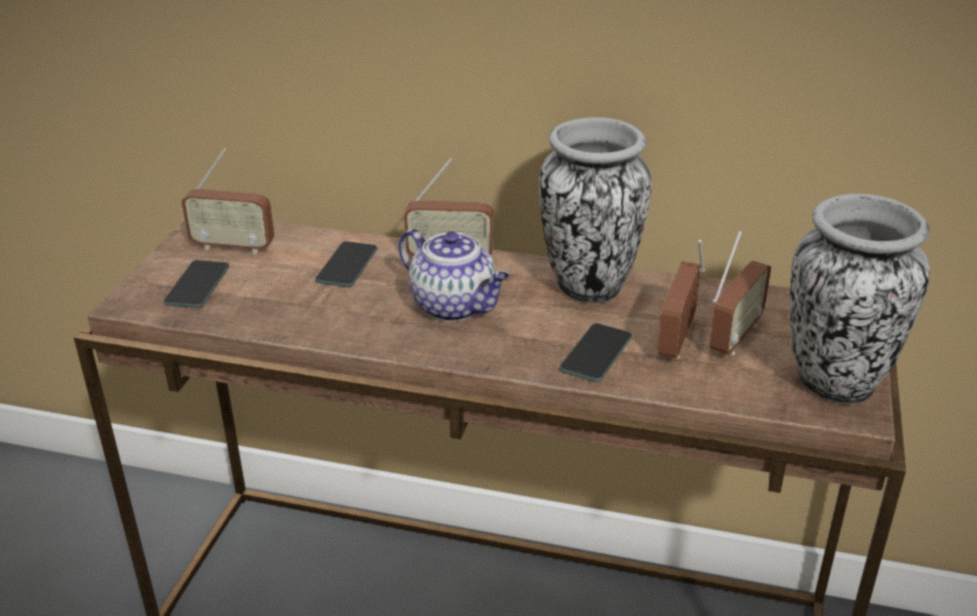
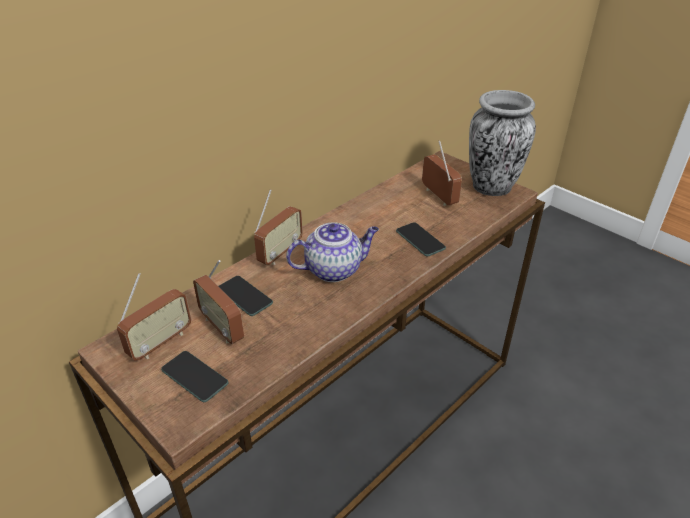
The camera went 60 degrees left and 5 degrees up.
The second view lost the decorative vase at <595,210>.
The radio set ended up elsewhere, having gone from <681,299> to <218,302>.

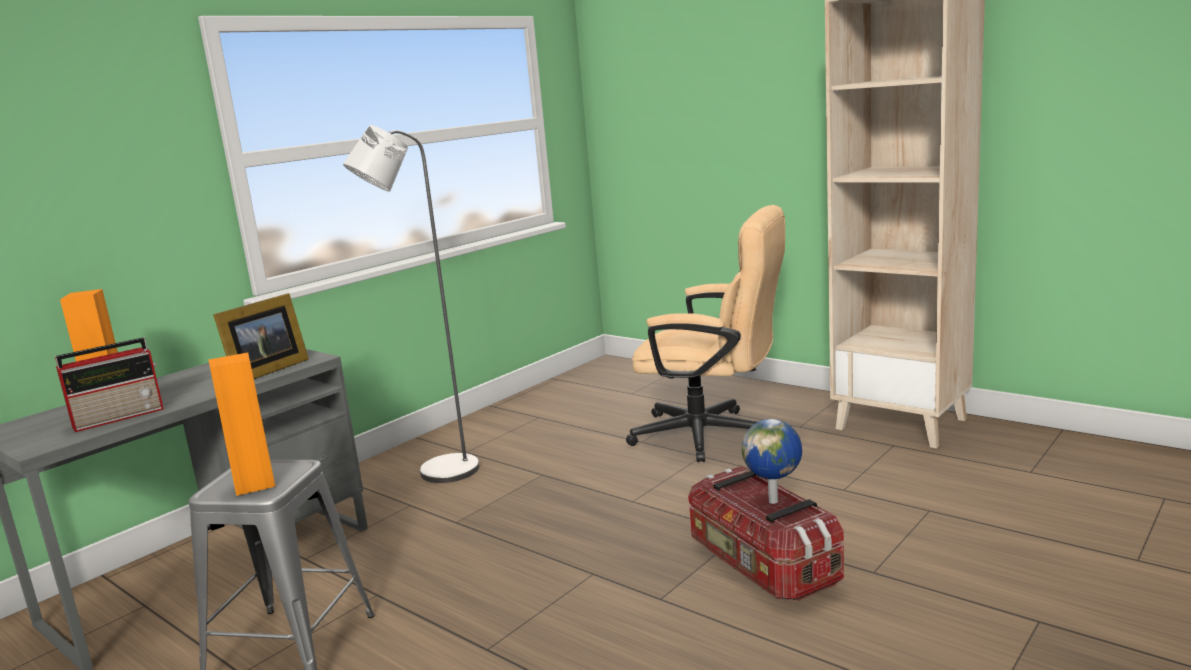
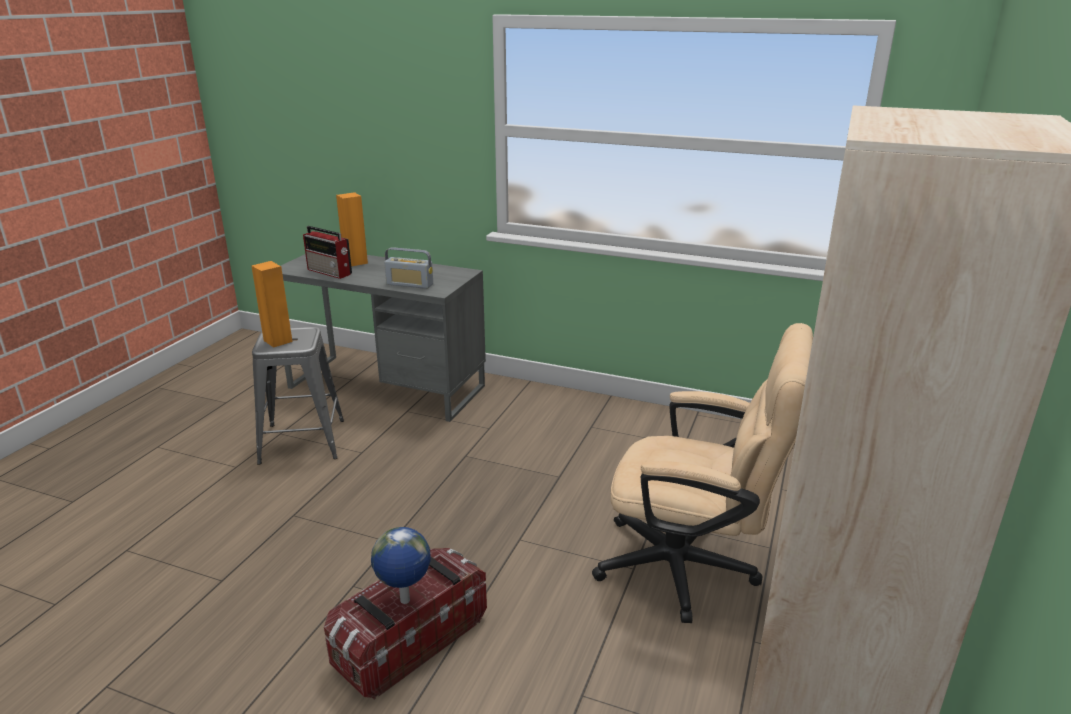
The camera went 70 degrees right and 10 degrees up.
The second view lost the greyish standing lamp at <411,304>.
Where the standing frame stood at <261,336>, the radio set came to stand at <408,268>.
The beige-coloured desk chair at <705,333> ended up facing another way, 75 degrees counterclockwise from before.

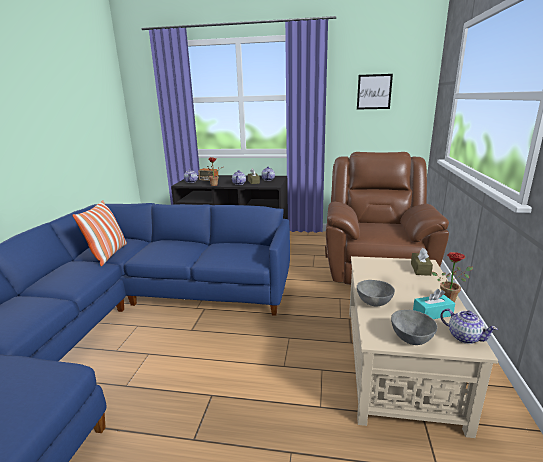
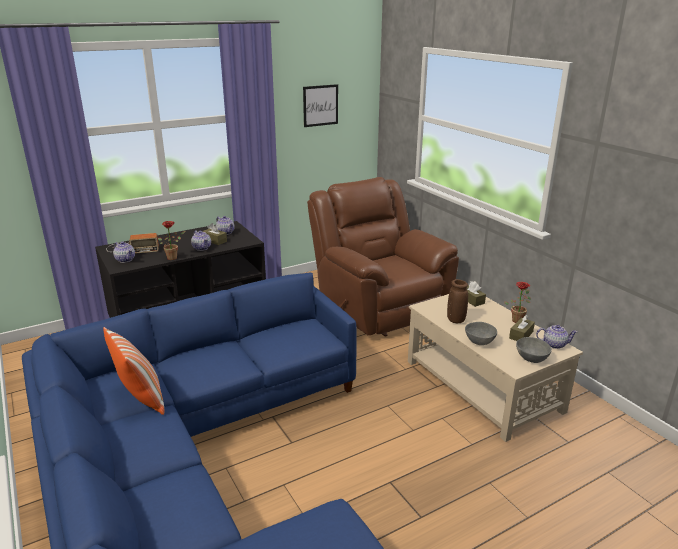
The camera went 40 degrees left and 5 degrees up.
The second view gained the brown decorative vase at <457,301>.
What was the blue-green tissue box at <434,304> turned into the brown tissue box at <522,328>.

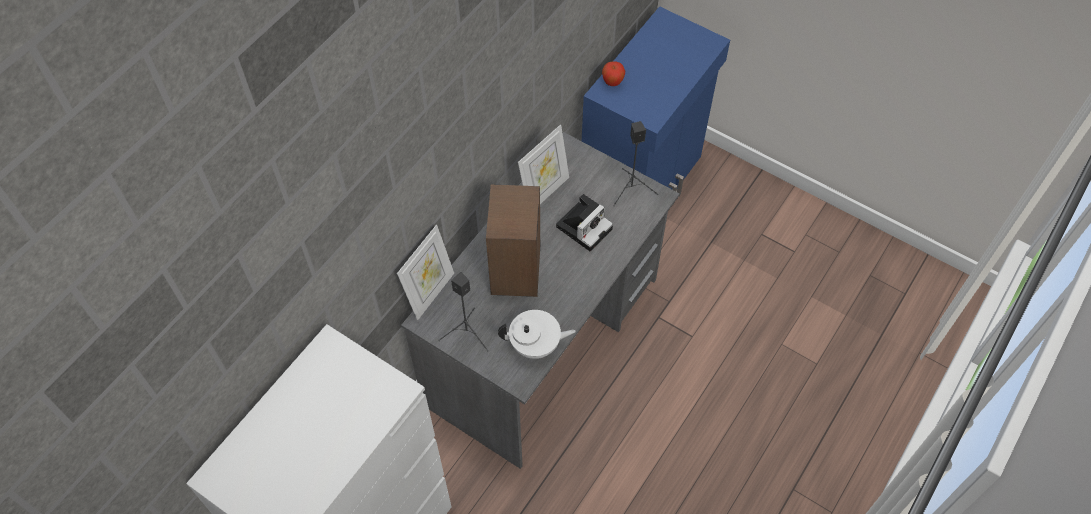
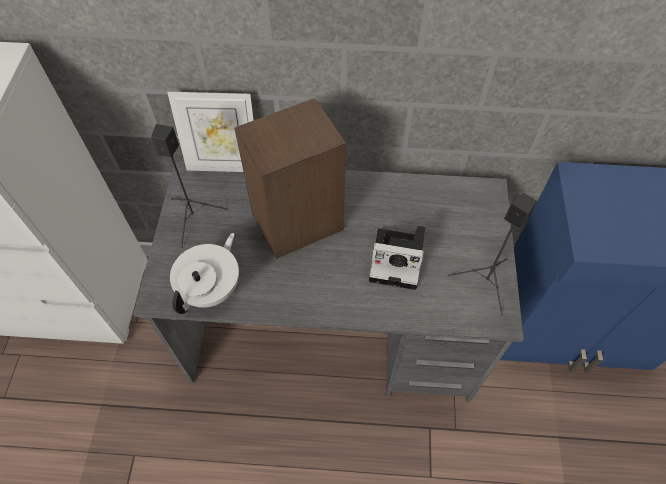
The camera went 60 degrees right and 0 degrees up.
The second view lost the standing frame at <543,164>.
The second view lost the whole apple at <613,73>.
The whitish teapot at <537,334> ended up facing another way, 120 degrees counterclockwise from before.

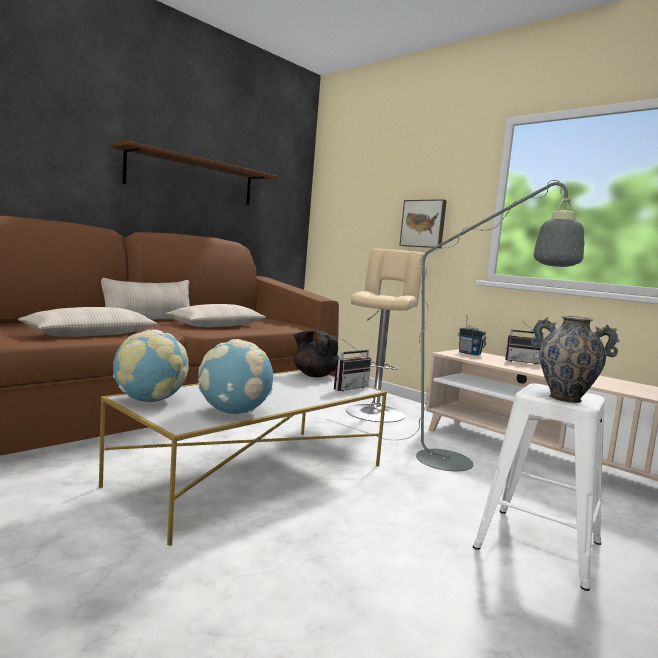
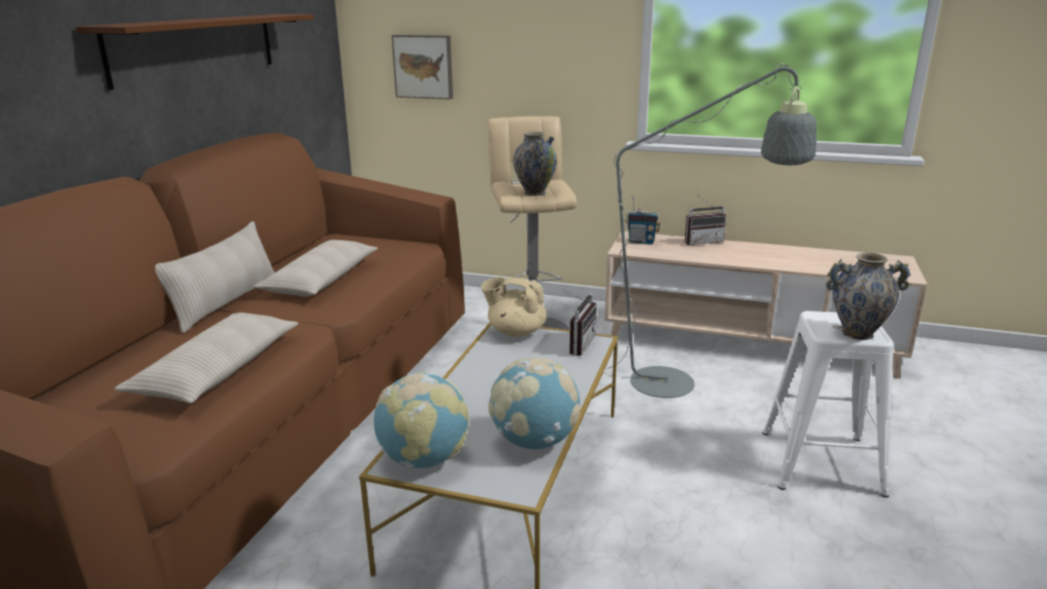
The camera went 25 degrees left and 15 degrees up.
The second view gained the decorative vase at <535,164>.
The wall art ended up elsewhere, having gone from <423,223> to <422,67>.
What was the blackish teapot at <316,353> turned into the beige-coloured teapot at <514,307>.

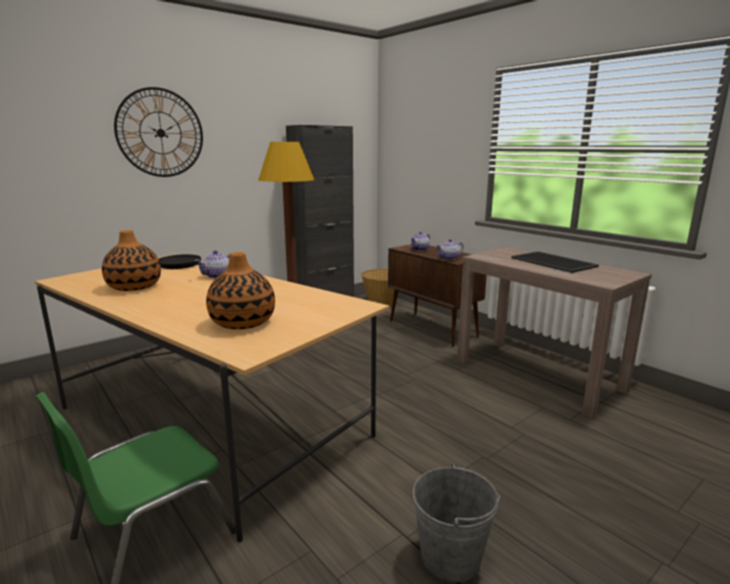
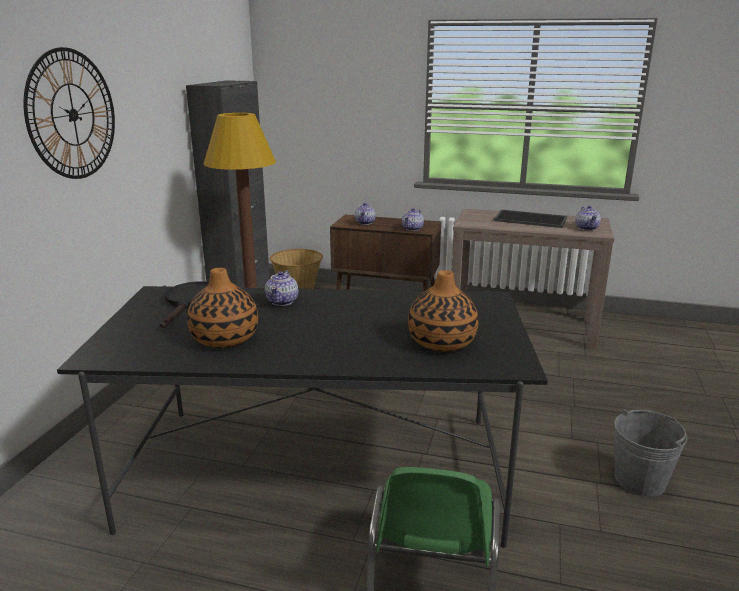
The camera went 35 degrees left and 5 degrees up.
The second view gained the teapot at <588,218>.
What was the beige-coloured dinner table at <211,398> turned into the blackish dinner table at <302,416>.

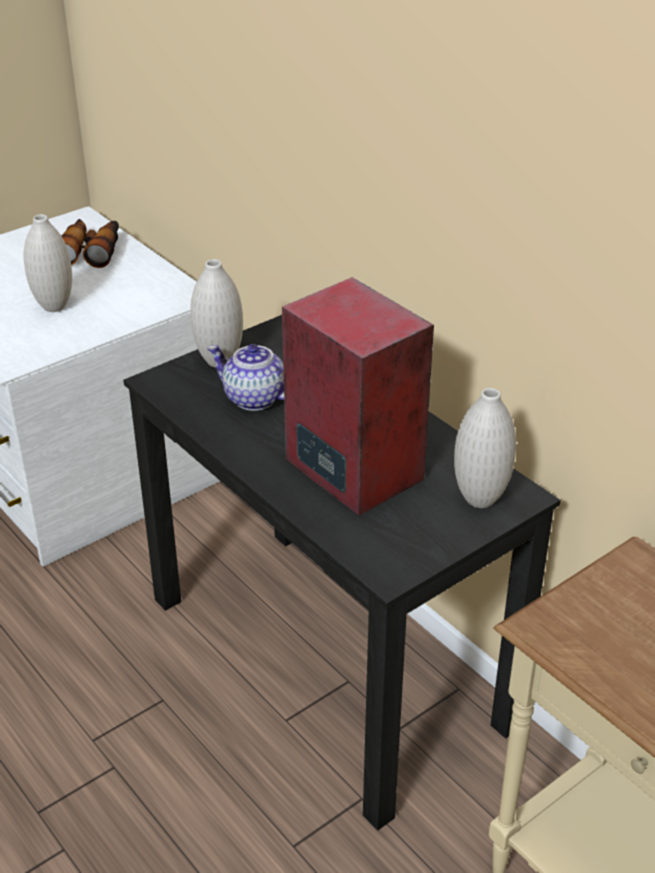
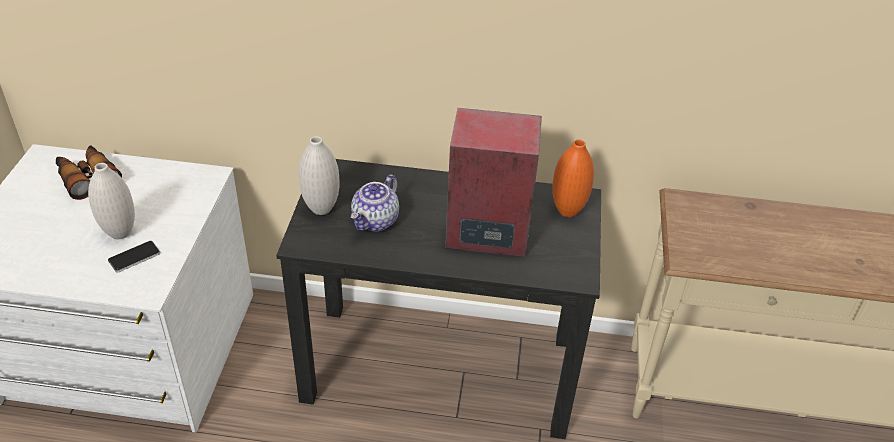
The camera went 45 degrees left and 5 degrees up.
The second view gained the handset at <134,256>.
What was the whitish decorative vase at <485,448> turned into the orange decorative vase at <573,178>.
The teapot at <245,377> ended up facing another way, 45 degrees counterclockwise from before.

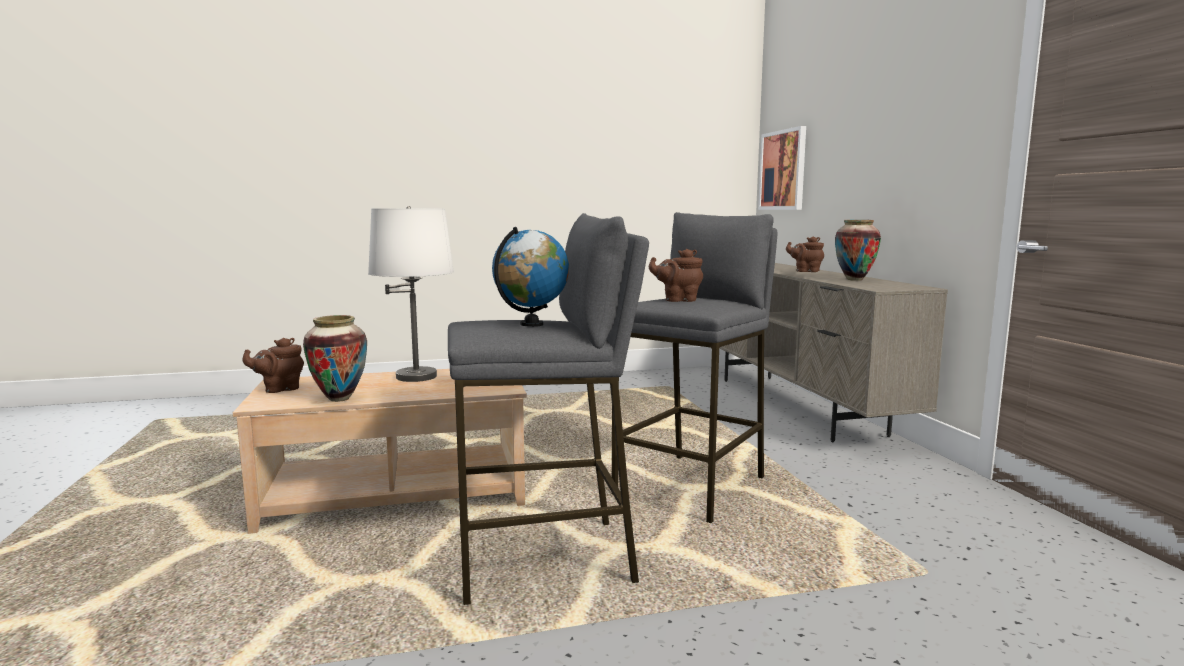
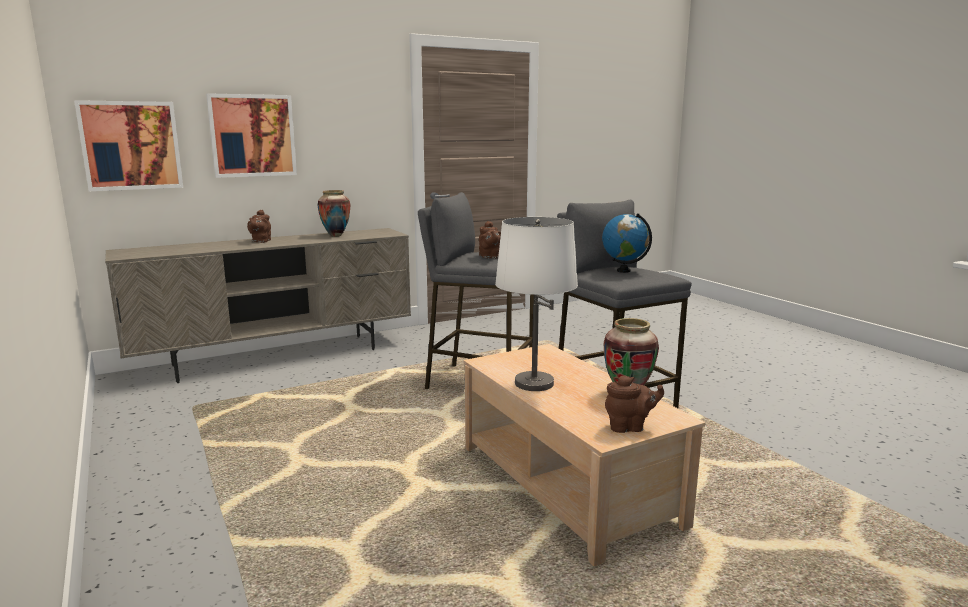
The camera went 105 degrees left and 5 degrees up.
The second view gained the wall art at <251,135>.
The brown teapot at <273,365> ended up facing another way, 45 degrees counterclockwise from before.

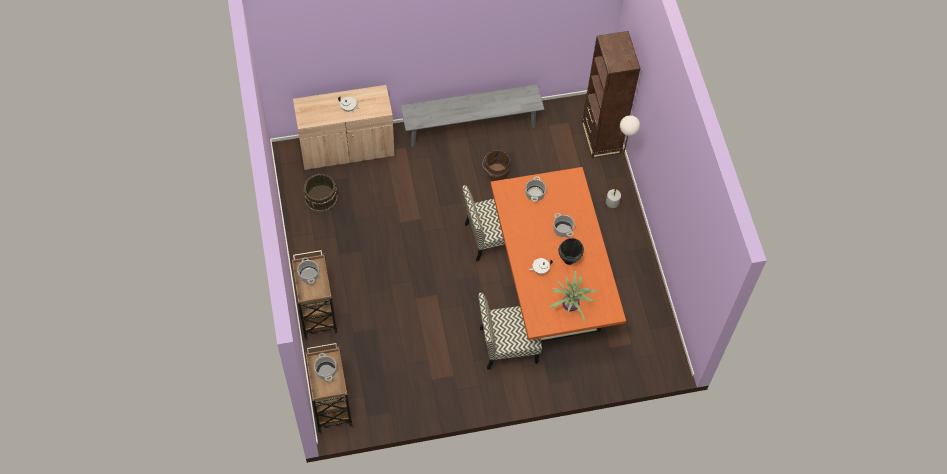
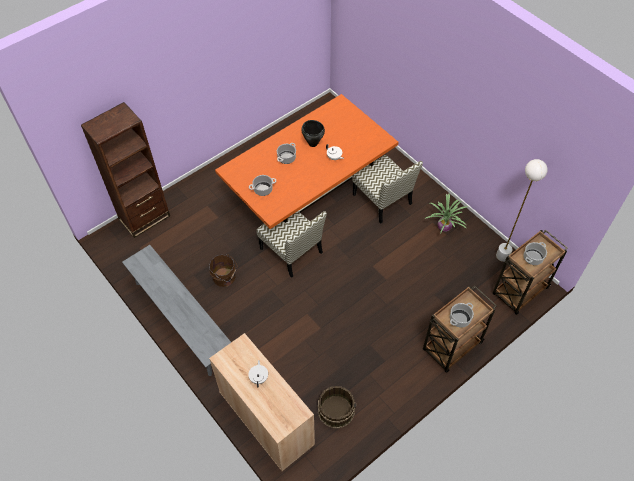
The camera went 115 degrees left and 5 degrees down.
The houseplant ended up elsewhere, having gone from <573,296> to <447,214>.
The whitish standing lamp ended up elsewhere, having gone from <623,161> to <521,210>.

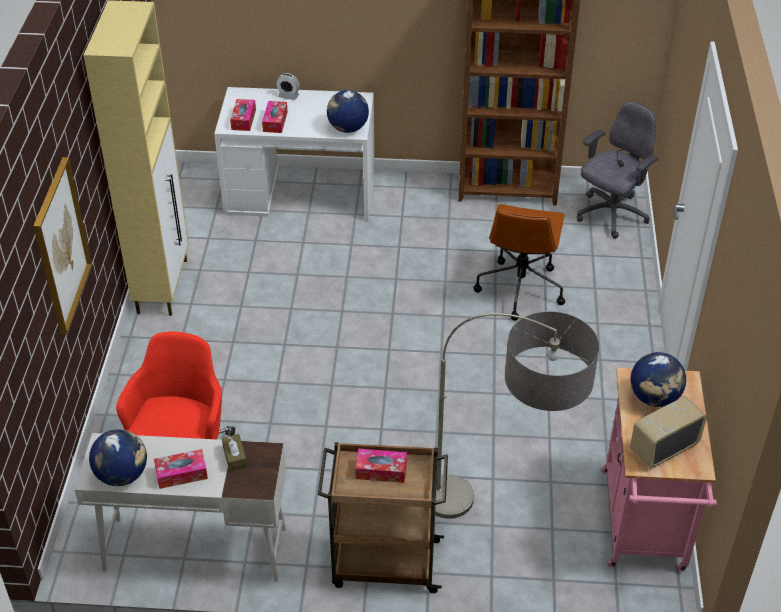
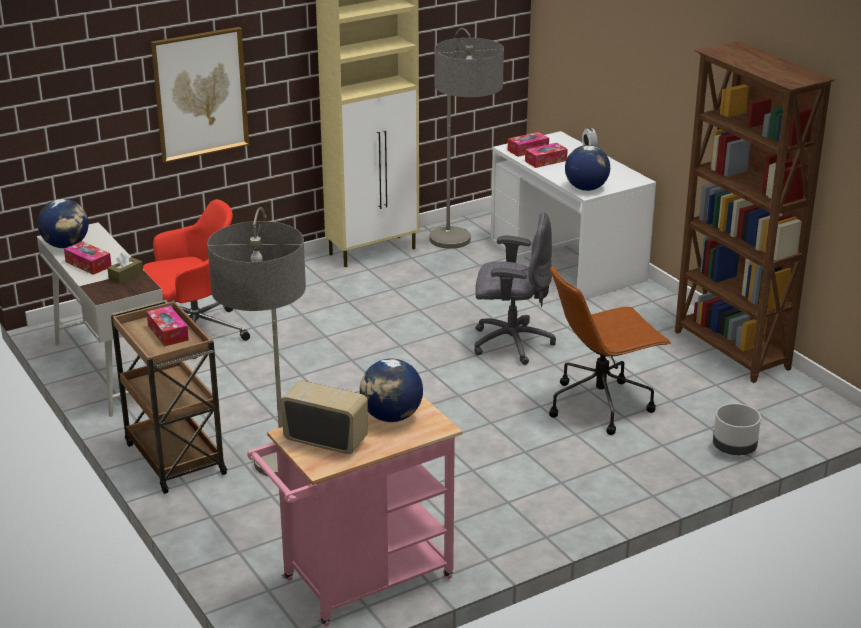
The camera went 55 degrees right and 15 degrees down.
The second view gained the standing lamp at <467,138>.
The second view gained the greyish flower pot at <737,429>.
The greyish desk chair ended up elsewhere, having gone from <617,170> to <515,288>.

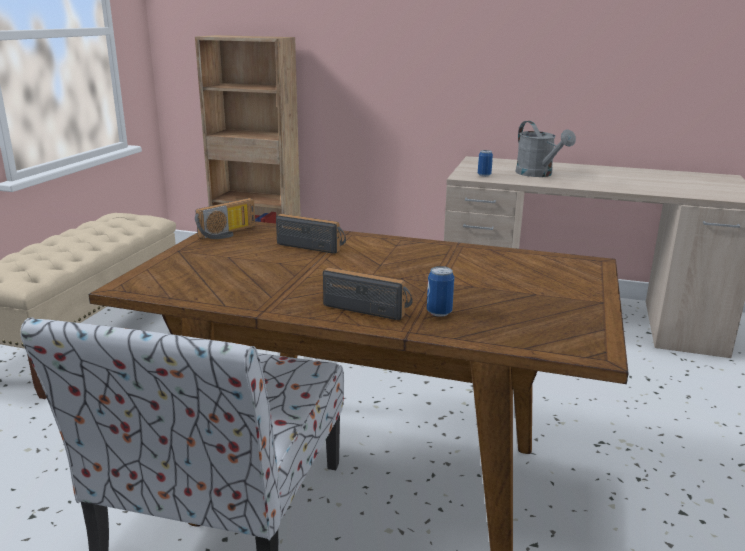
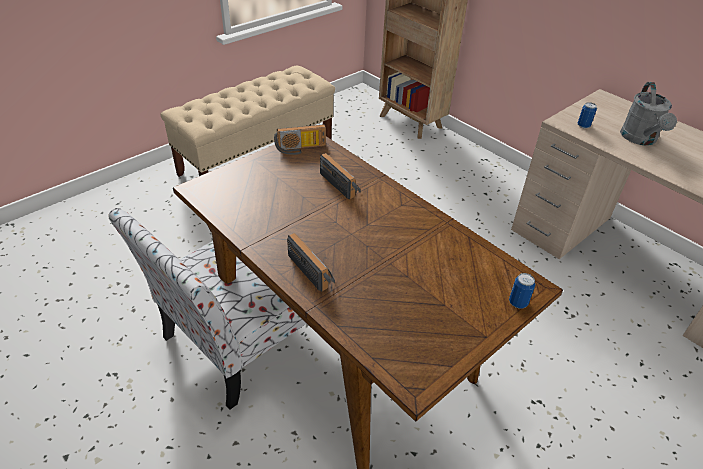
The camera went 30 degrees right and 20 degrees up.
The metal can ended up elsewhere, having gone from <440,291> to <522,290>.

